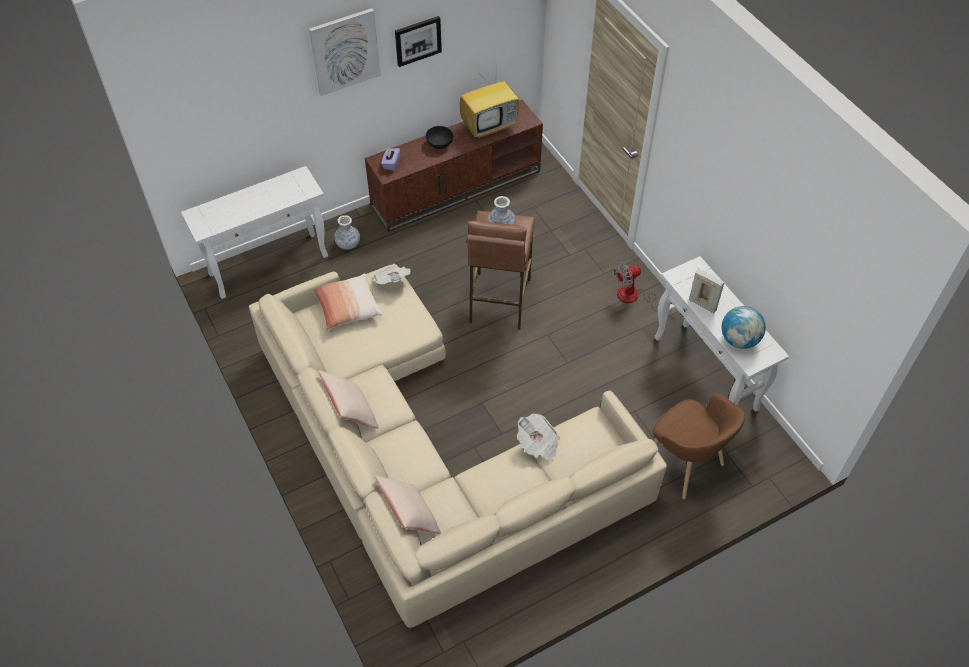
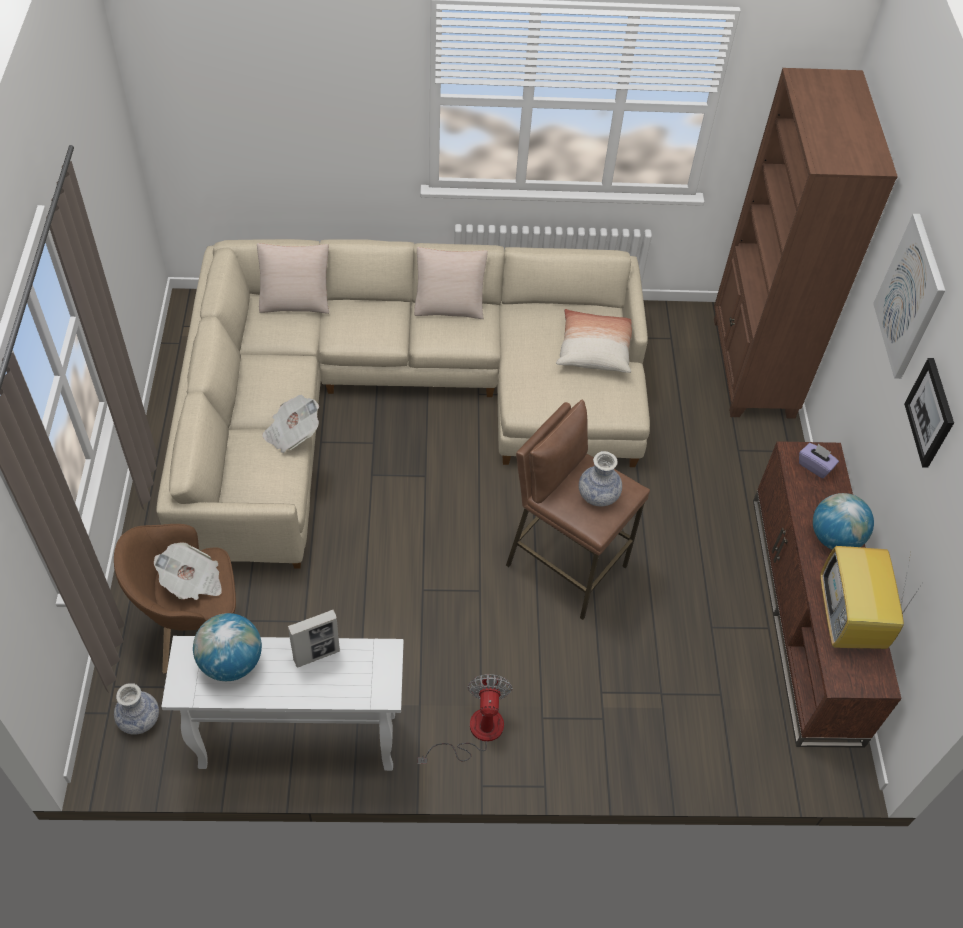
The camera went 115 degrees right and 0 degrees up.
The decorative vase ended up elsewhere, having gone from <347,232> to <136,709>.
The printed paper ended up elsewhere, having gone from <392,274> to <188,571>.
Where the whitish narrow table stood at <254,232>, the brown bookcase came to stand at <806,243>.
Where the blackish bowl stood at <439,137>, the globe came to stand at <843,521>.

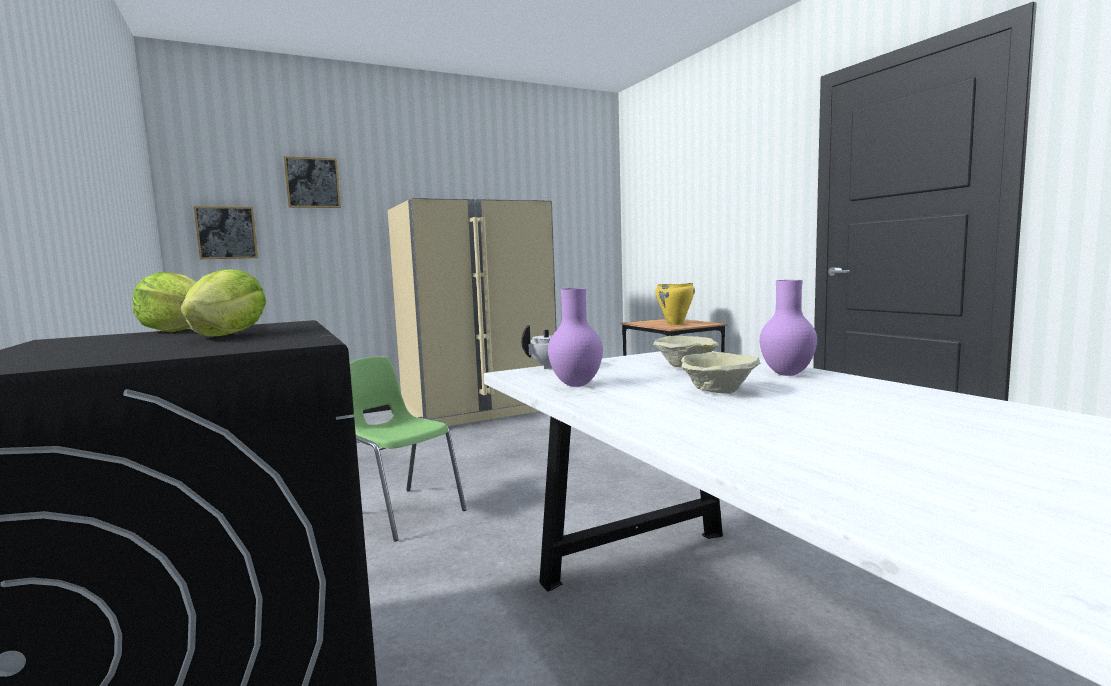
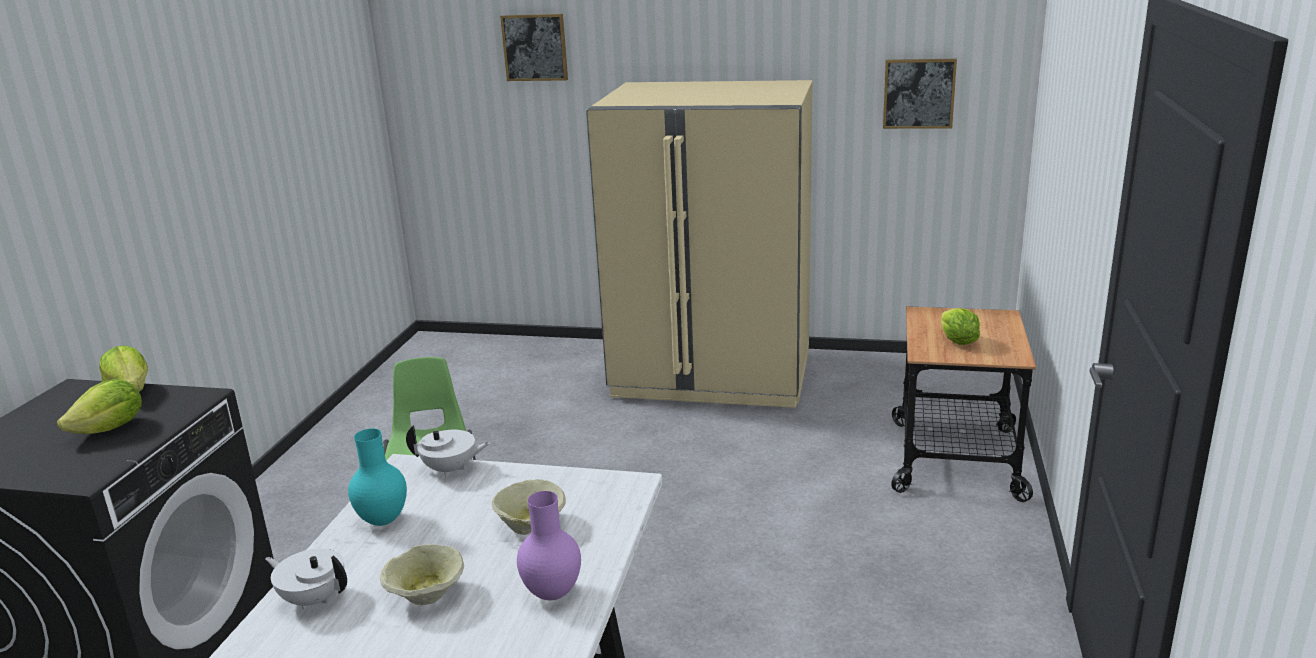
The camera went 40 degrees right and 15 degrees up.
The second view gained the whitish teapot at <306,579>.
The wall art ended up elsewhere, having gone from <226,233> to <920,94>.
Where the yellowish cooking pot stood at <675,304>, the lettuce head came to stand at <960,326>.
What was the purple-coloured decorative vase at <575,337> turned into the blue-green decorative vase at <377,477>.

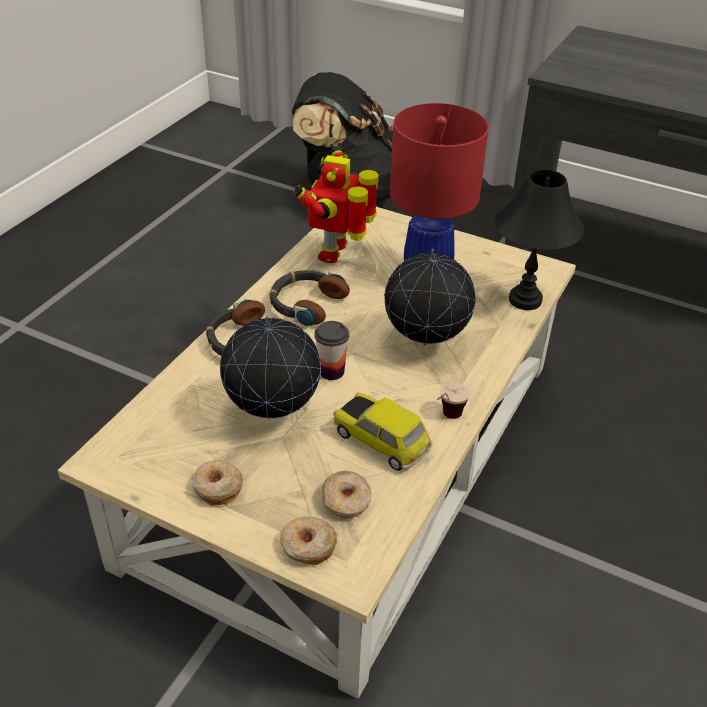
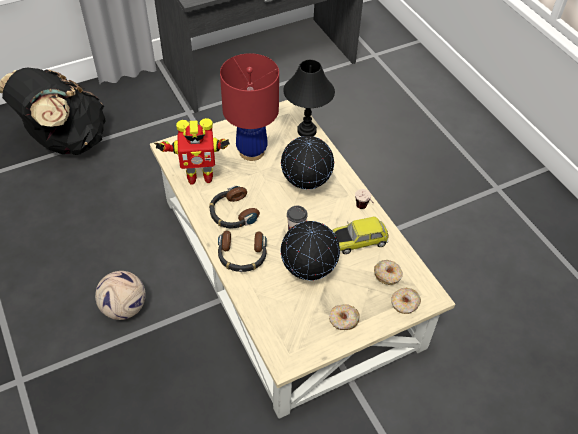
The camera went 55 degrees left and 10 degrees up.
The second view gained the football at <120,295>.
The toy robot at <336,203> ended up facing another way, 60 degrees counterclockwise from before.

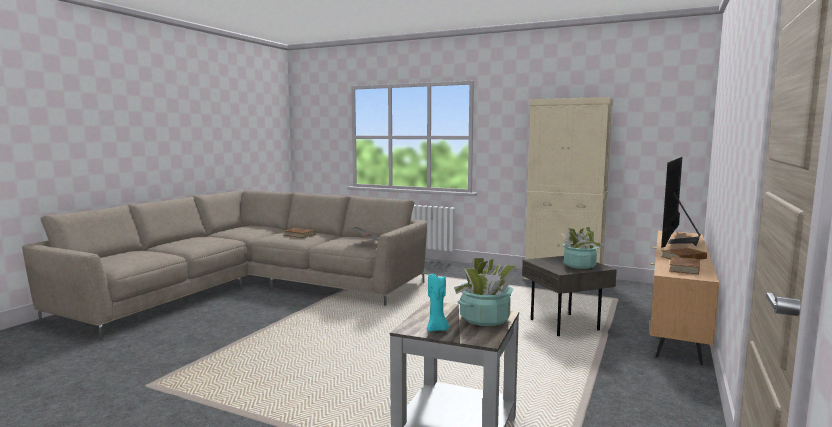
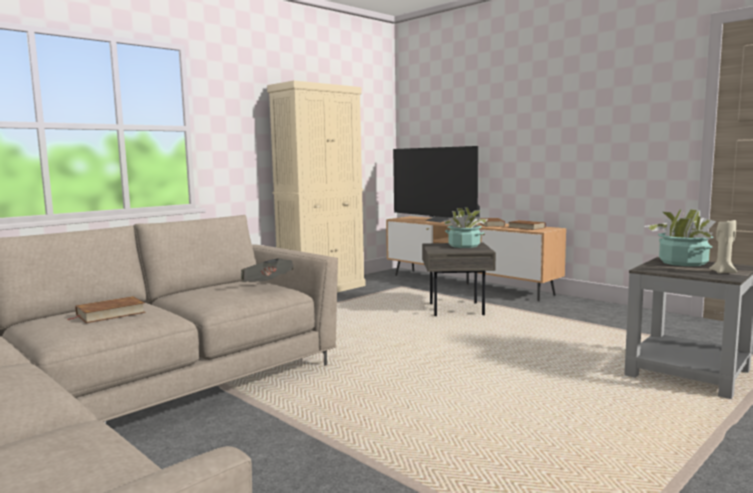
The camera went 70 degrees left and 0 degrees up.
What was the blue-green wax light at <438,303> turned into the beige-coloured wax light at <723,247>.

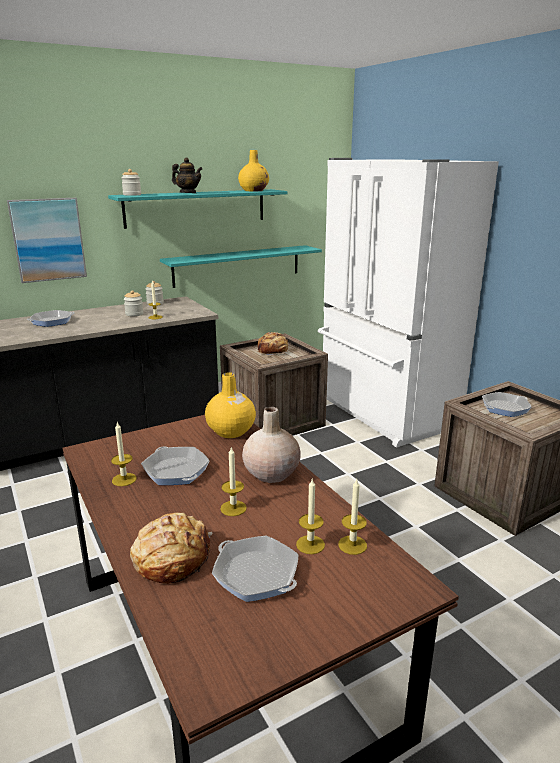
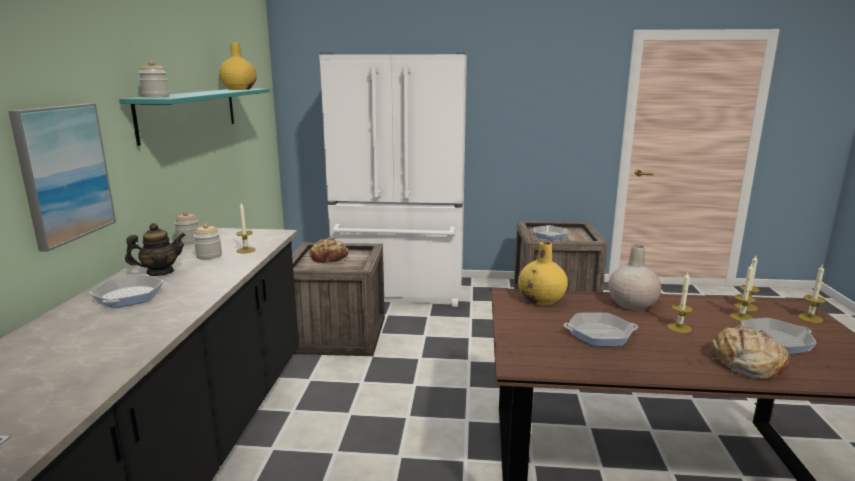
The camera went 55 degrees left and 5 degrees down.
The second view lost the blue-green wall shelf at <241,266>.
The wax light ended up elsewhere, having gone from <124,454> to <812,293>.
The teapot ended up elsewhere, having gone from <187,175> to <155,249>.

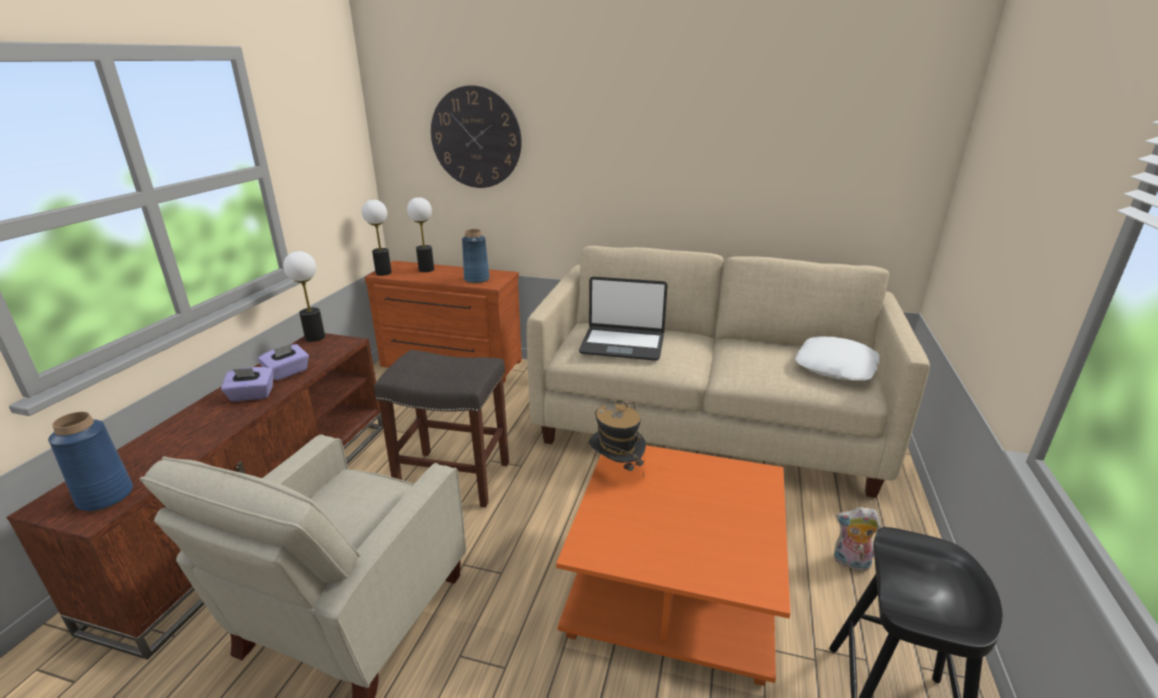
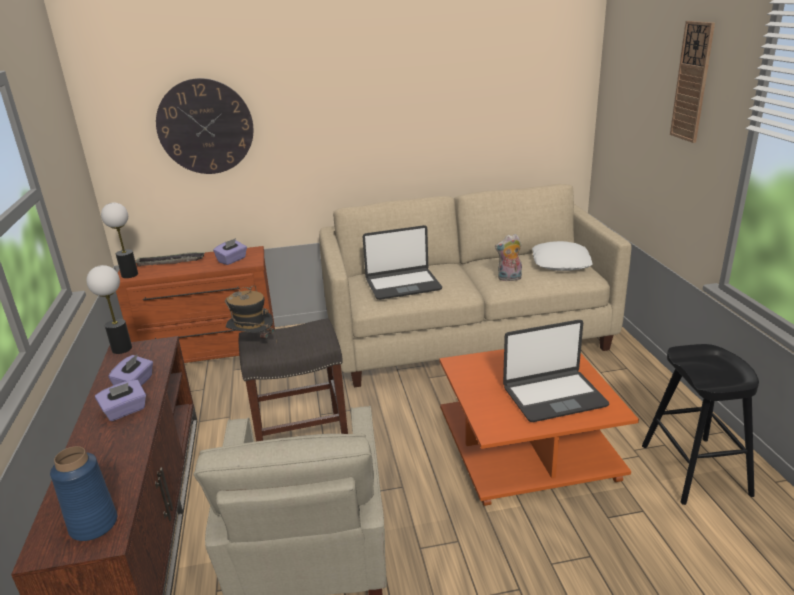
The camera went 25 degrees left and 0 degrees up.
The second view gained the portable computer at <556,371>.
The second view gained the hanging clock at <692,82>.
The wearable hat ended up elsewhere, having gone from <617,439> to <251,314>.
The plush toy ended up elsewhere, having gone from <857,539> to <508,257>.
Where the table lamp stood at <420,234>, the carrying tray came to stand at <170,259>.
Where the blue-coloured decorative vase stood at <476,256>, the purple-coloured tissue box came to stand at <230,251>.

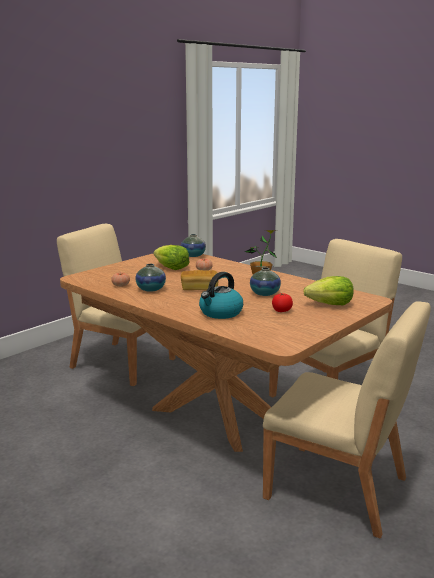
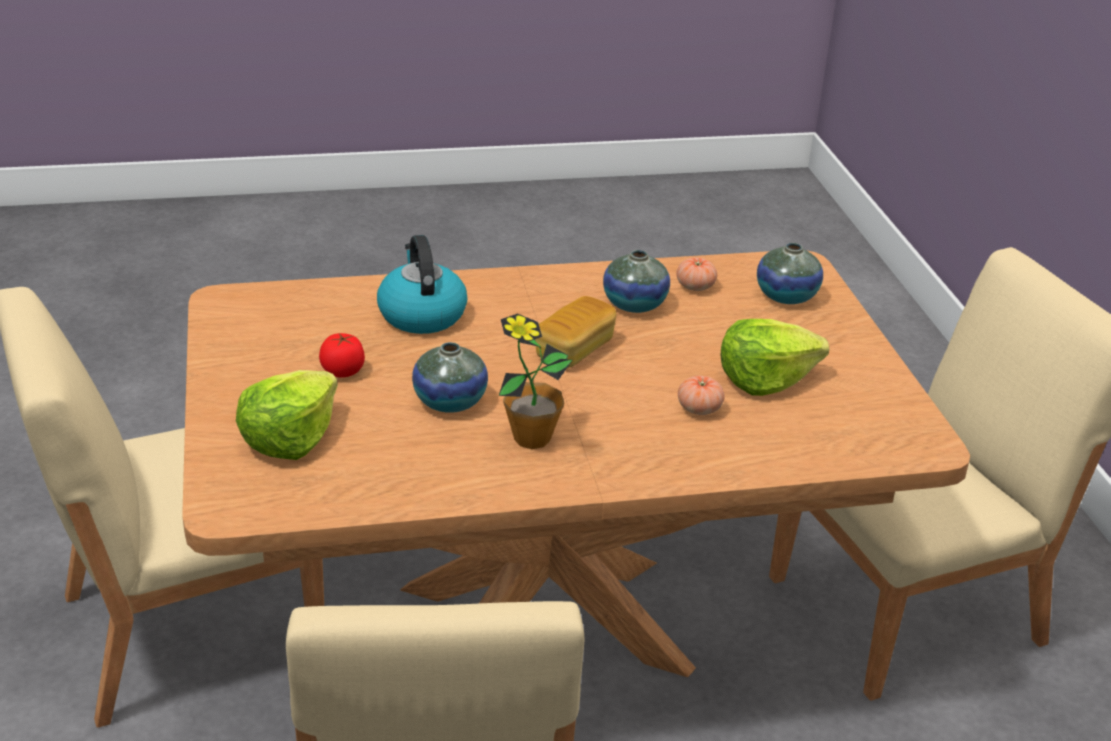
The camera went 125 degrees right and 15 degrees up.
The decorative vase ended up elsewhere, having gone from <193,245> to <790,273>.

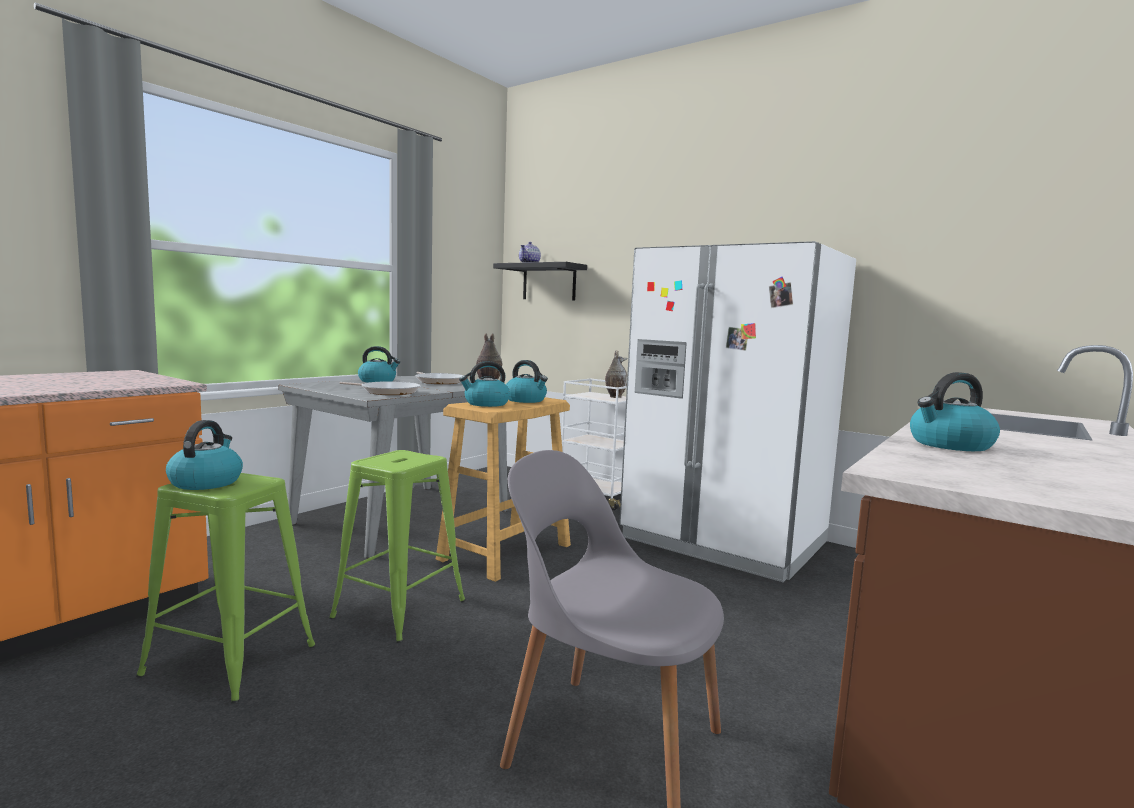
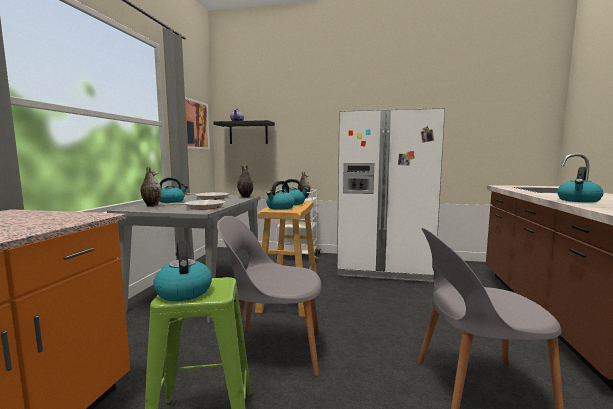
The camera went 25 degrees left and 0 degrees up.
The second view gained the decorative vase at <151,186>.
The second view gained the wall art at <197,123>.
Where the green-coloured stool stood at <397,546>, the greyish chair came to stand at <269,296>.

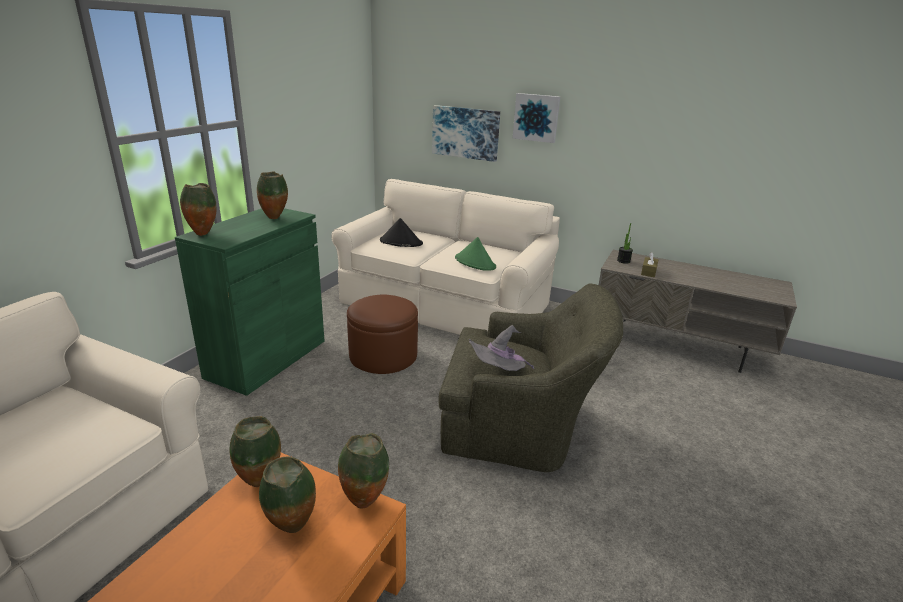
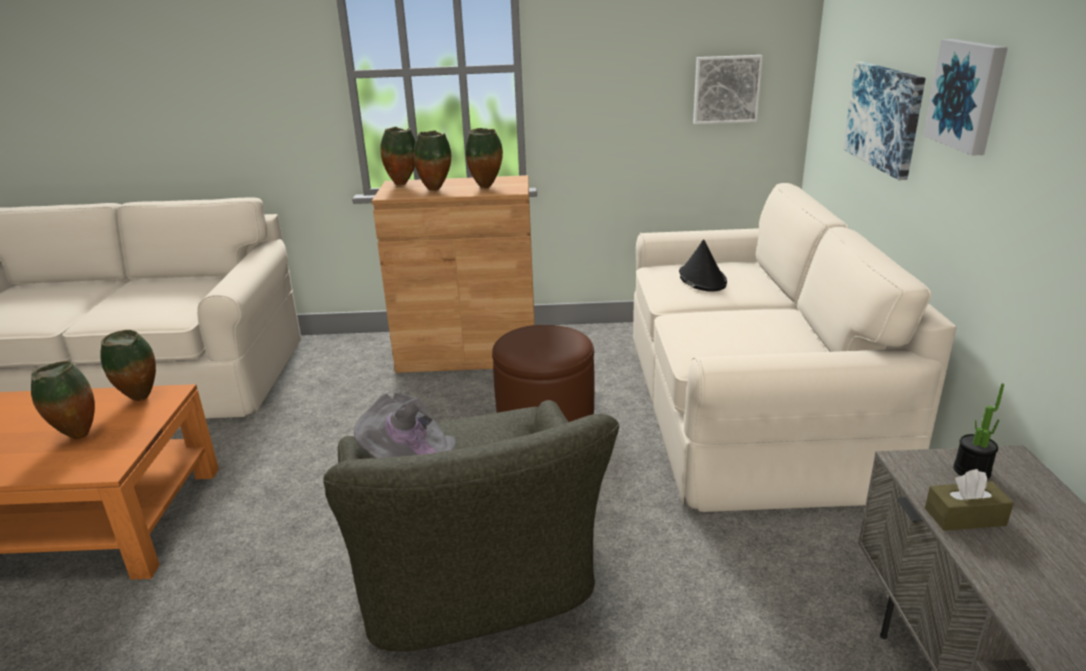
The camera went 65 degrees right and 0 degrees up.
The second view lost the green-coloured wearable hat at <475,254>.
The second view gained the wall art at <728,89>.
The decorative vase ended up elsewhere, having gone from <363,470> to <432,160>.
What was the green-coloured cabinet at <250,302> turned into the brown cabinet at <453,274>.

